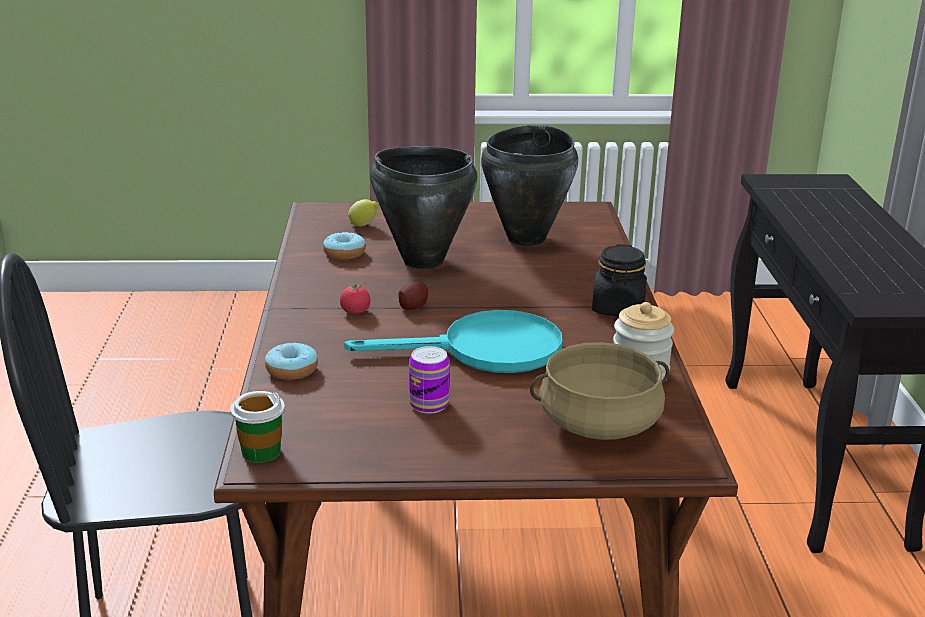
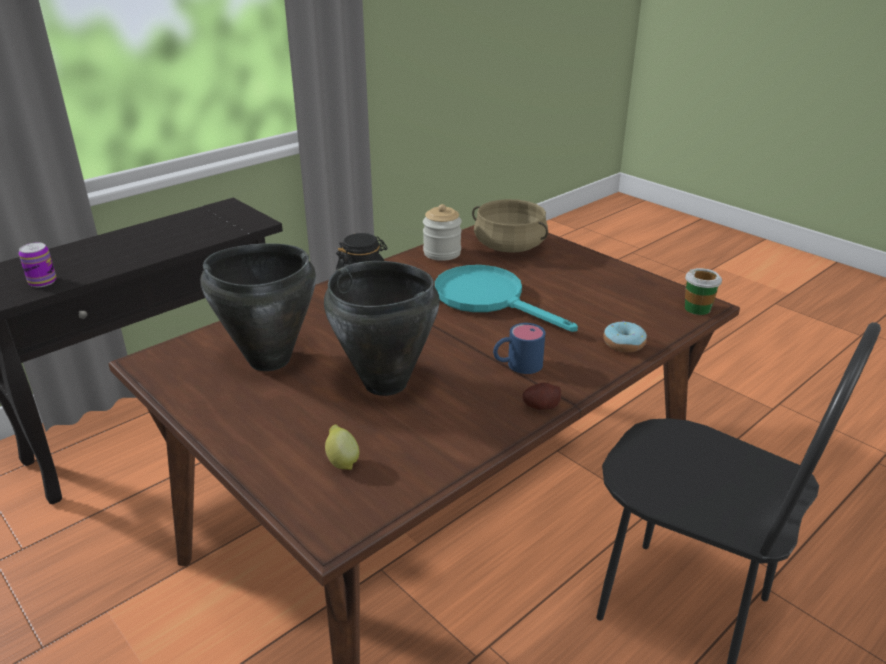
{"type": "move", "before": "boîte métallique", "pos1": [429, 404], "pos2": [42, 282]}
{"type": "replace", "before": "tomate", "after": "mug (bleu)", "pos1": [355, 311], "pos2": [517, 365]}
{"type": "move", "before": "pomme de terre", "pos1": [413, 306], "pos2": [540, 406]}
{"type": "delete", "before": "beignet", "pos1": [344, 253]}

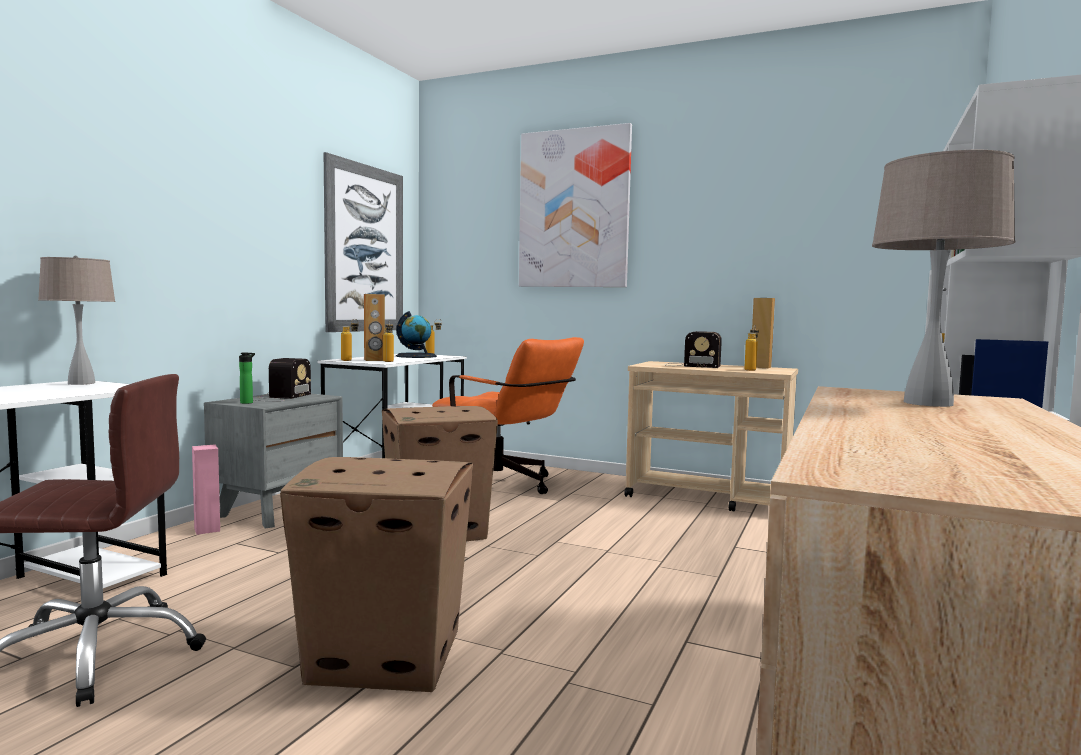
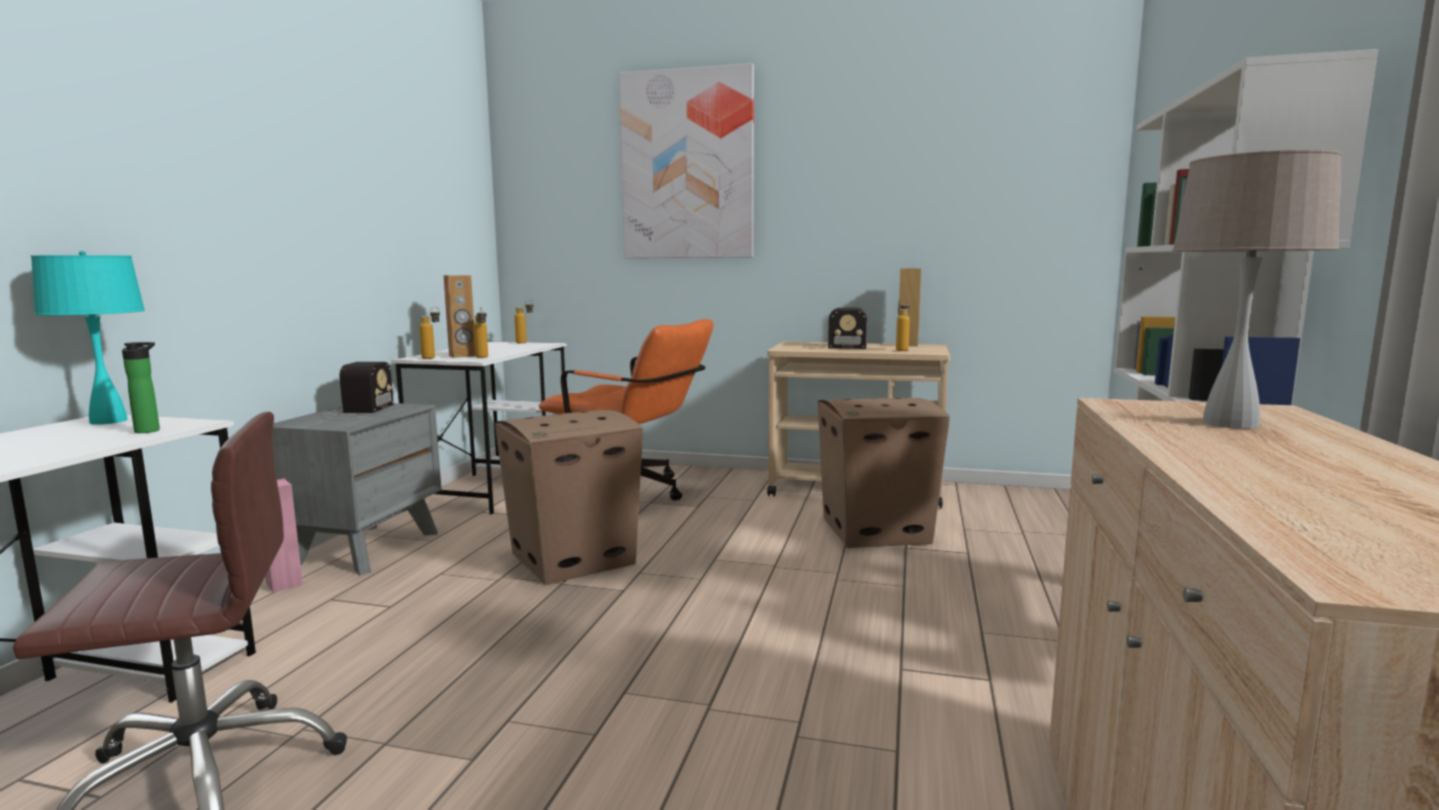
{"type": "recolor", "before": "lampe de table (beige)", "after": "lampe de table (turquoise)", "pos1": [81, 383], "pos2": [108, 421]}
{"type": "move", "before": "bouteille", "pos1": [247, 402], "pos2": [150, 430]}
{"type": "move", "before": "carton", "pos1": [388, 655], "pos2": [877, 531]}
{"type": "delete", "before": "tableau", "pos1": [365, 249]}
{"type": "delete", "before": "globe", "pos1": [416, 356]}

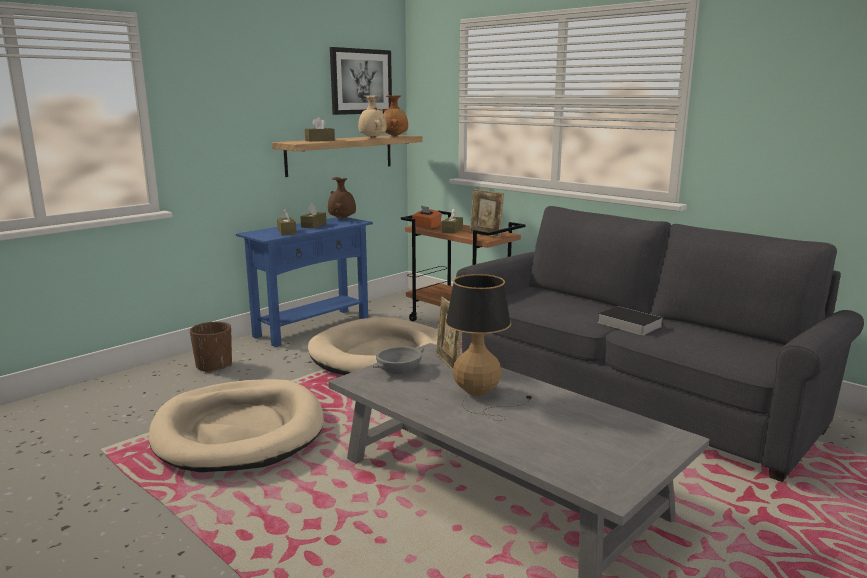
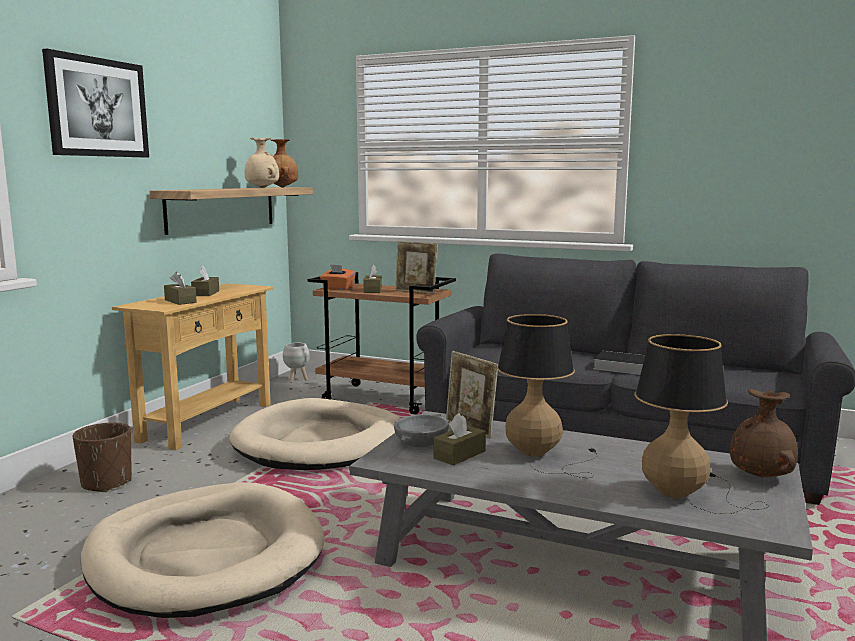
{"type": "move", "before": "tableau", "pos1": [361, 81], "pos2": [97, 107]}
{"type": "recolor", "before": "table console (bleu)", "after": "table console (beige)", "pos1": [312, 327], "pos2": [207, 422]}
{"type": "insert", "after": "cache-pot (blanc)", "pos2": [297, 380]}
{"type": "move", "before": "boîte à mouchoirs (marron)", "pos1": [320, 140], "pos2": [459, 455]}
{"type": "insert", "after": "lampe de table", "pos2": [685, 494]}
{"type": "move", "before": "vase (marron)", "pos1": [342, 218], "pos2": [761, 476]}

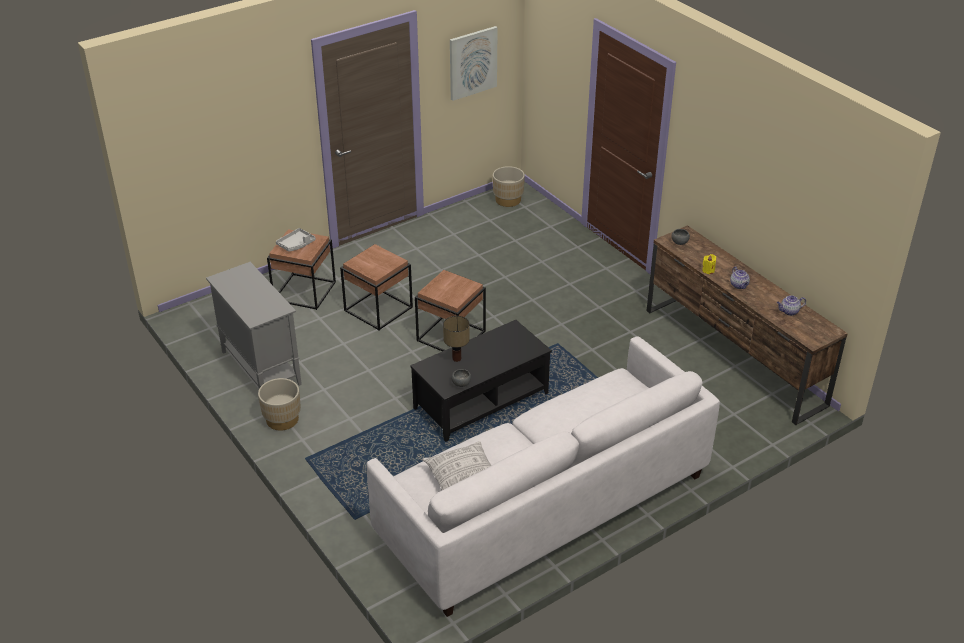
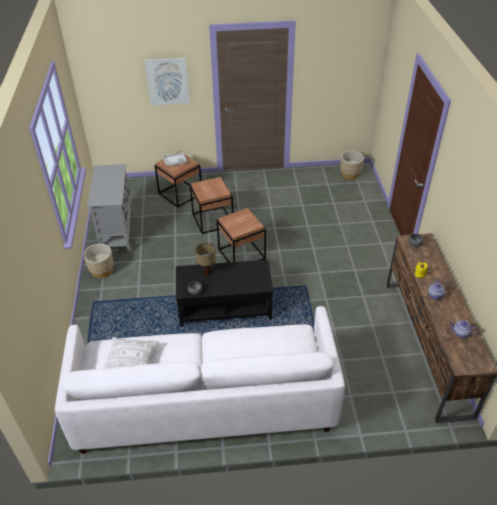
{"type": "move", "before": "tableau", "pos1": [472, 62], "pos2": [167, 81]}

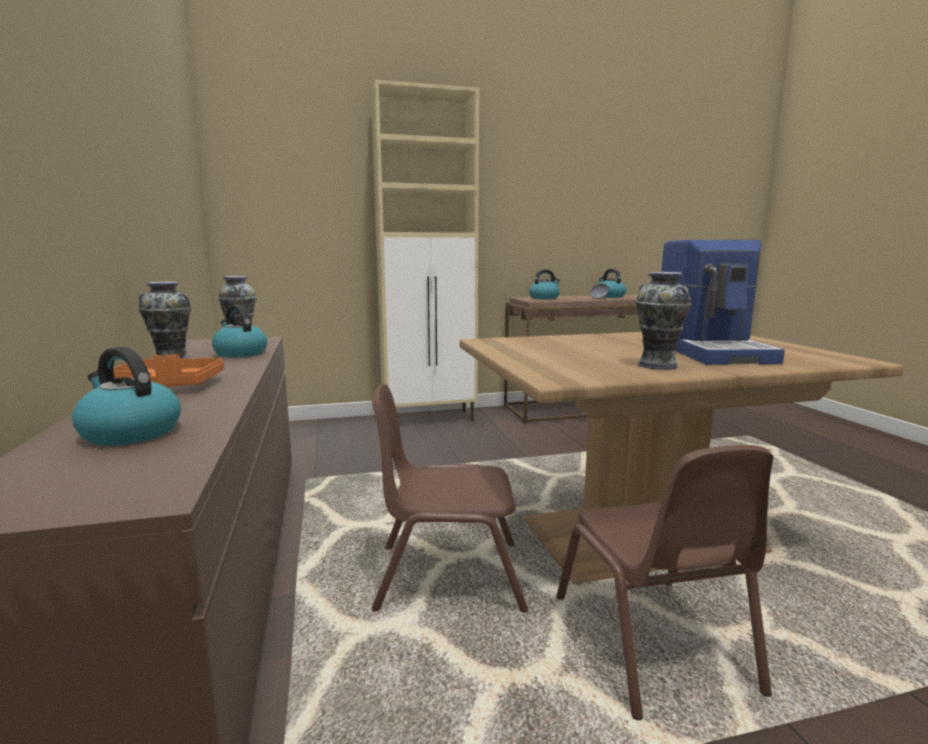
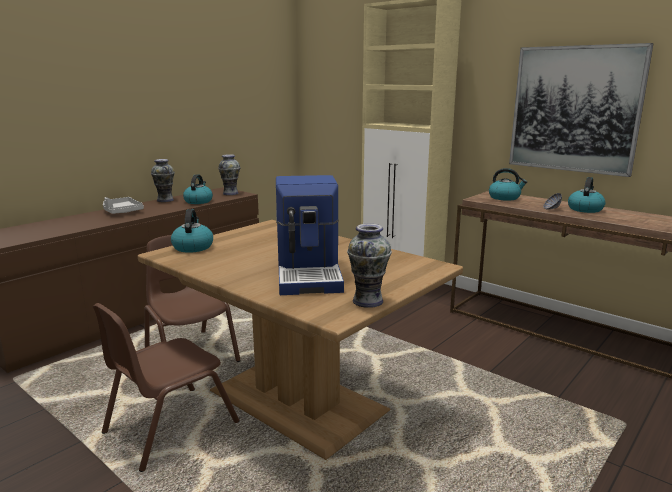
{"type": "recolor", "before": "plateau (orange)", "after": "plateau (gris)", "pos1": [168, 386], "pos2": [121, 211]}
{"type": "move", "before": "bouilloire", "pos1": [129, 433], "pos2": [192, 247]}
{"type": "rotate", "before": "machine à café", "pos1": [713, 351], "pos2": [310, 274], "turn": -60}
{"type": "move", "before": "vase", "pos1": [657, 365], "pos2": [367, 301]}
{"type": "insert", "after": "tableau", "pos2": [575, 109]}

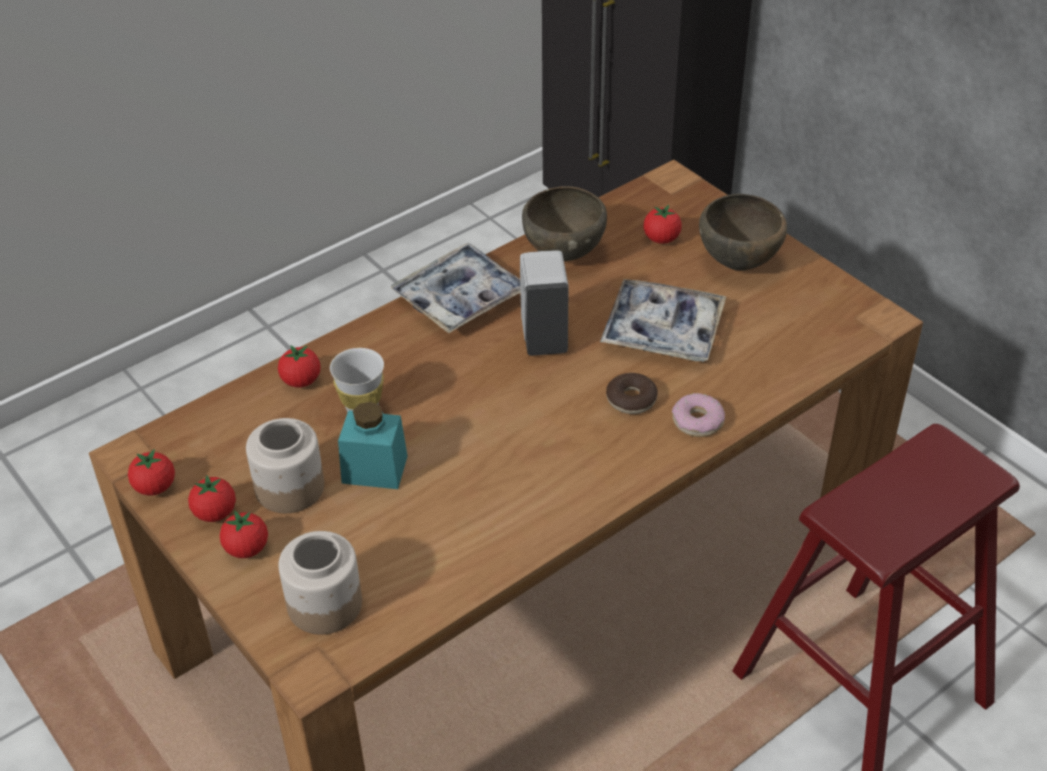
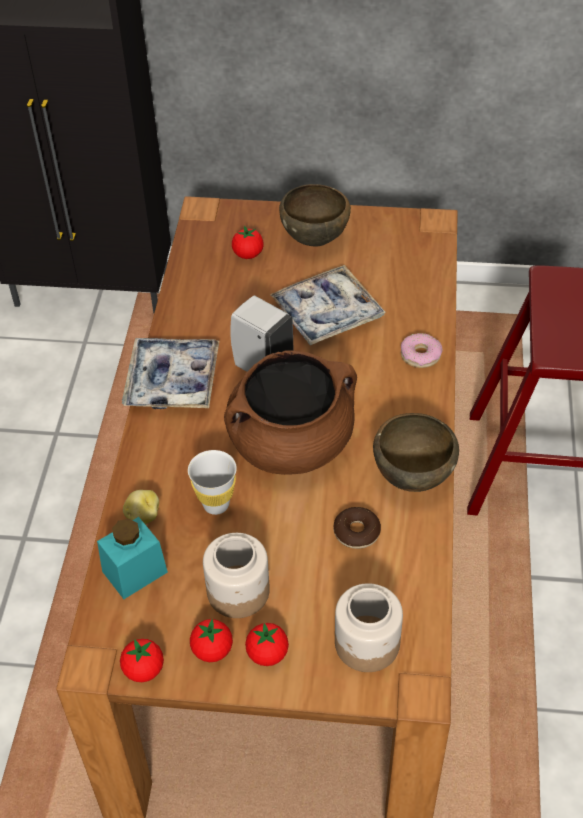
{"type": "move", "before": "bocal (turquoise)", "pos1": [374, 469], "pos2": [135, 572]}
{"type": "replace", "before": "tomate", "after": "pomme de terre", "pos1": [301, 381], "pos2": [143, 516]}
{"type": "insert", "after": "marmite (marron)", "pos2": [291, 443]}
{"type": "move", "before": "beignet", "pos1": [631, 399], "pos2": [356, 532]}
{"type": "move", "before": "bol (marron)", "pos1": [564, 254], "pos2": [411, 478]}

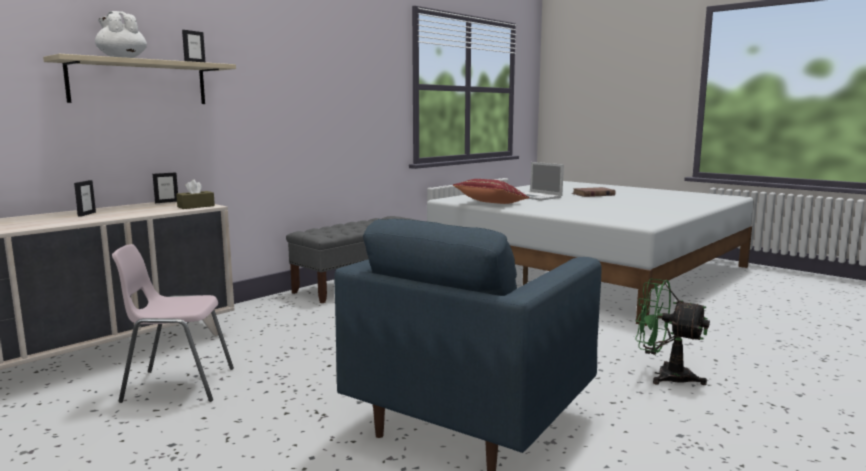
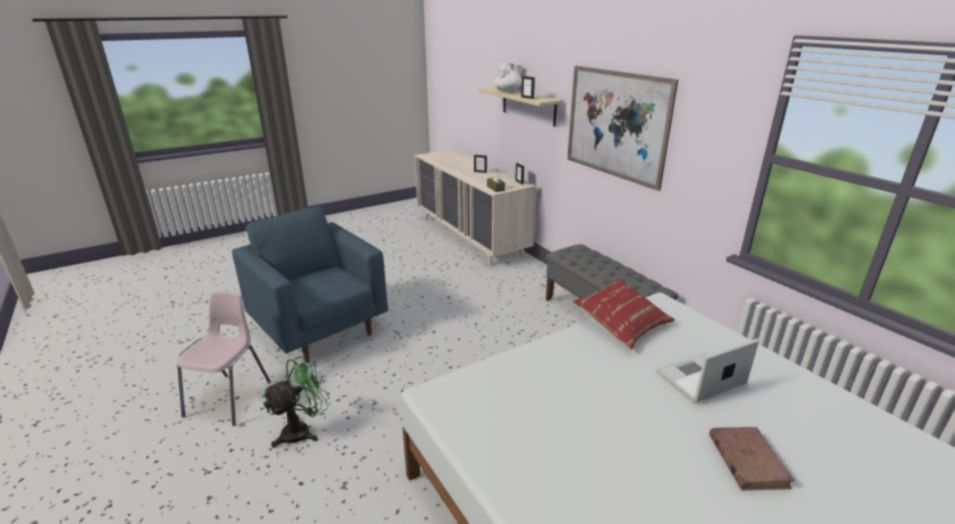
{"type": "move", "before": "chaise (rose)", "pos1": [178, 385], "pos2": [230, 398]}
{"type": "insert", "after": "tableau", "pos2": [616, 124]}

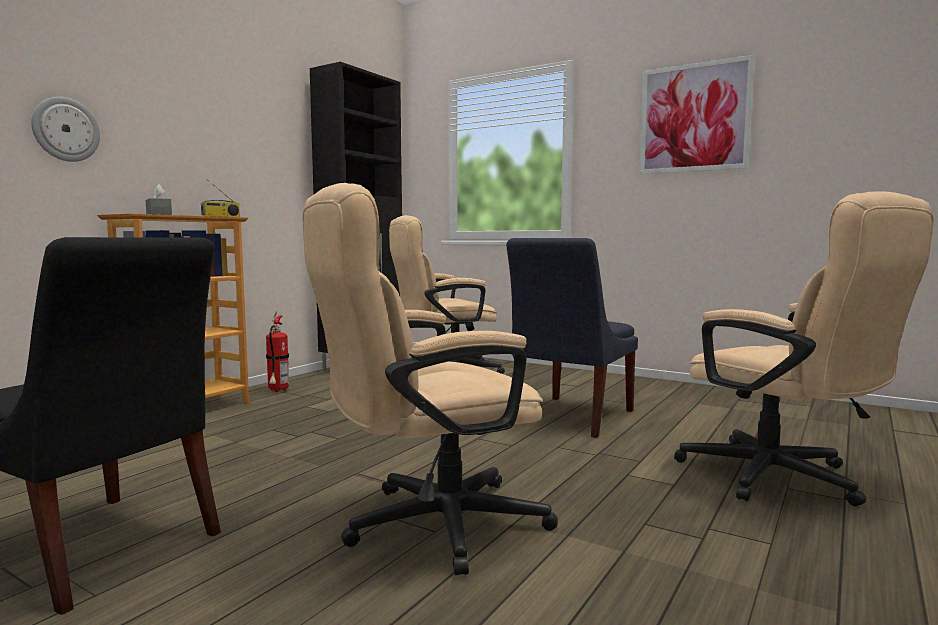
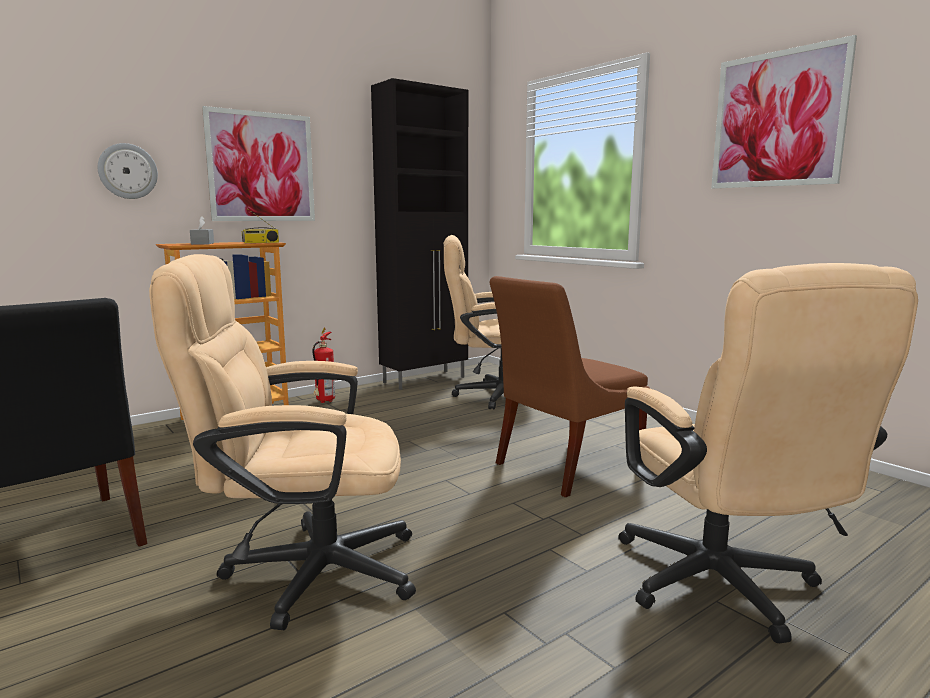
{"type": "insert", "after": "tableau", "pos2": [261, 167]}
{"type": "recolor", "before": "chaise (bleu)", "after": "chaise (marron)", "pos1": [568, 417], "pos2": [563, 467]}

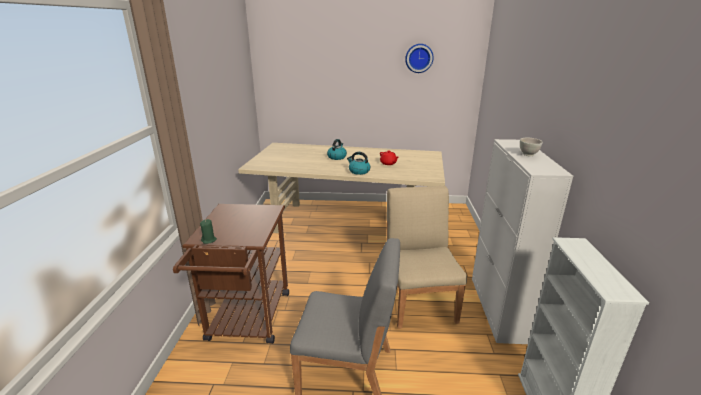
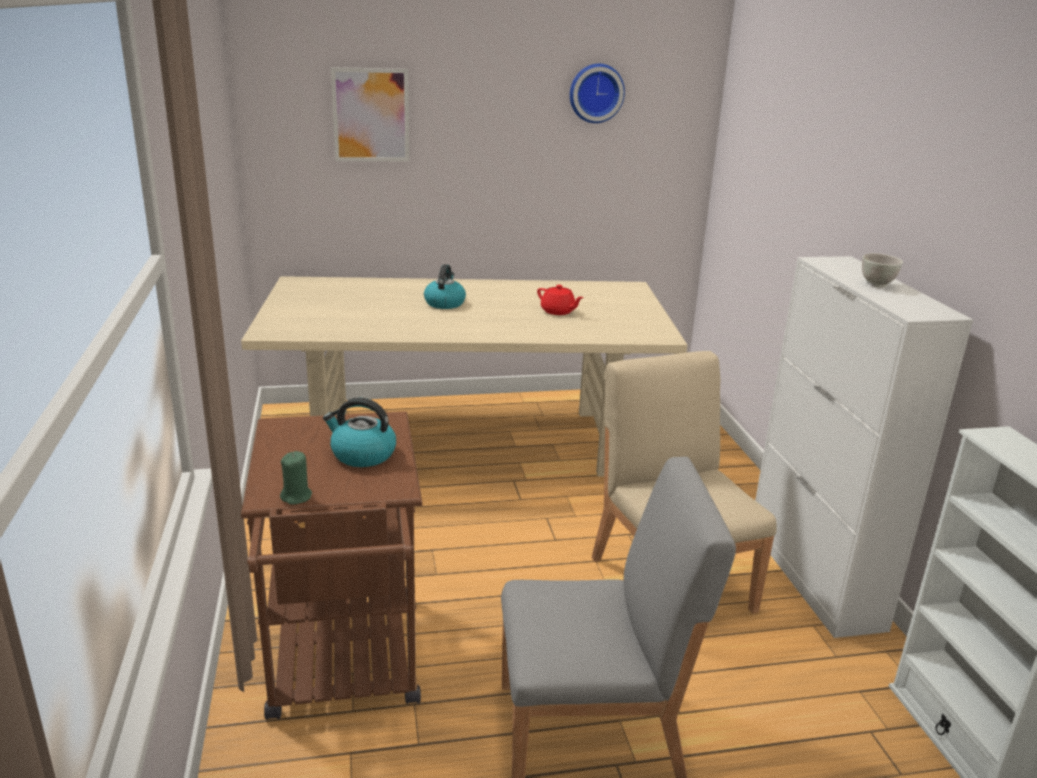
{"type": "move", "before": "bouilloire", "pos1": [358, 171], "pos2": [362, 454]}
{"type": "insert", "after": "tableau", "pos2": [371, 115]}

